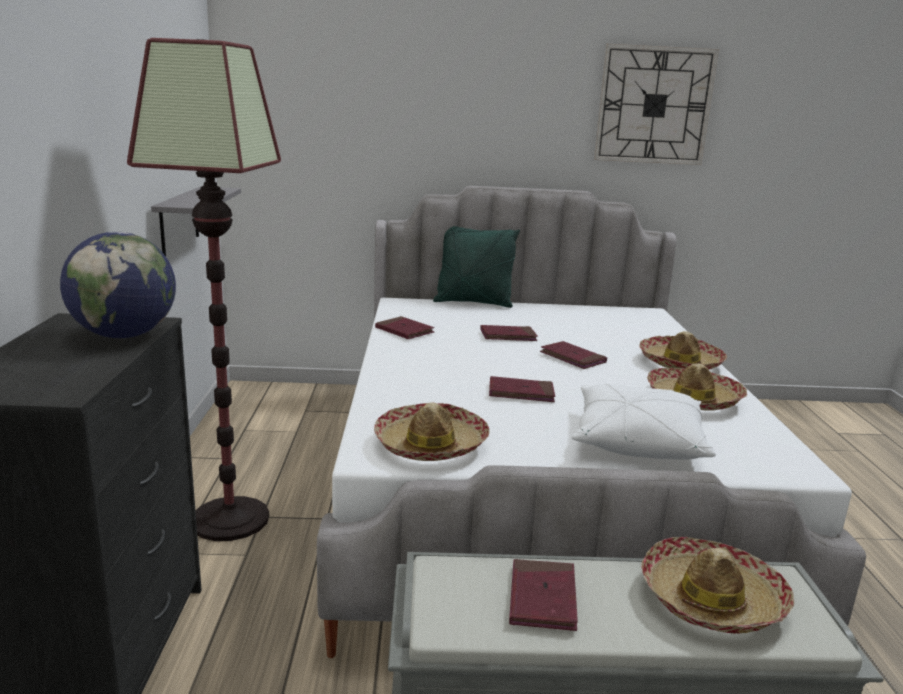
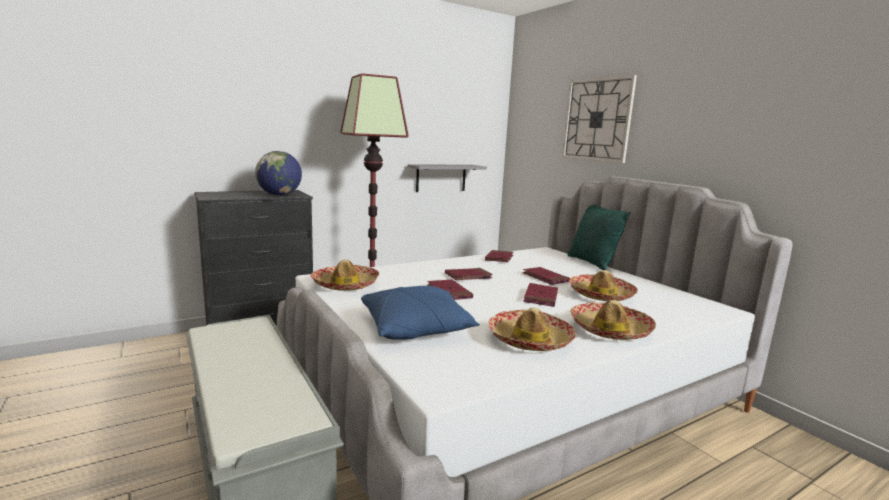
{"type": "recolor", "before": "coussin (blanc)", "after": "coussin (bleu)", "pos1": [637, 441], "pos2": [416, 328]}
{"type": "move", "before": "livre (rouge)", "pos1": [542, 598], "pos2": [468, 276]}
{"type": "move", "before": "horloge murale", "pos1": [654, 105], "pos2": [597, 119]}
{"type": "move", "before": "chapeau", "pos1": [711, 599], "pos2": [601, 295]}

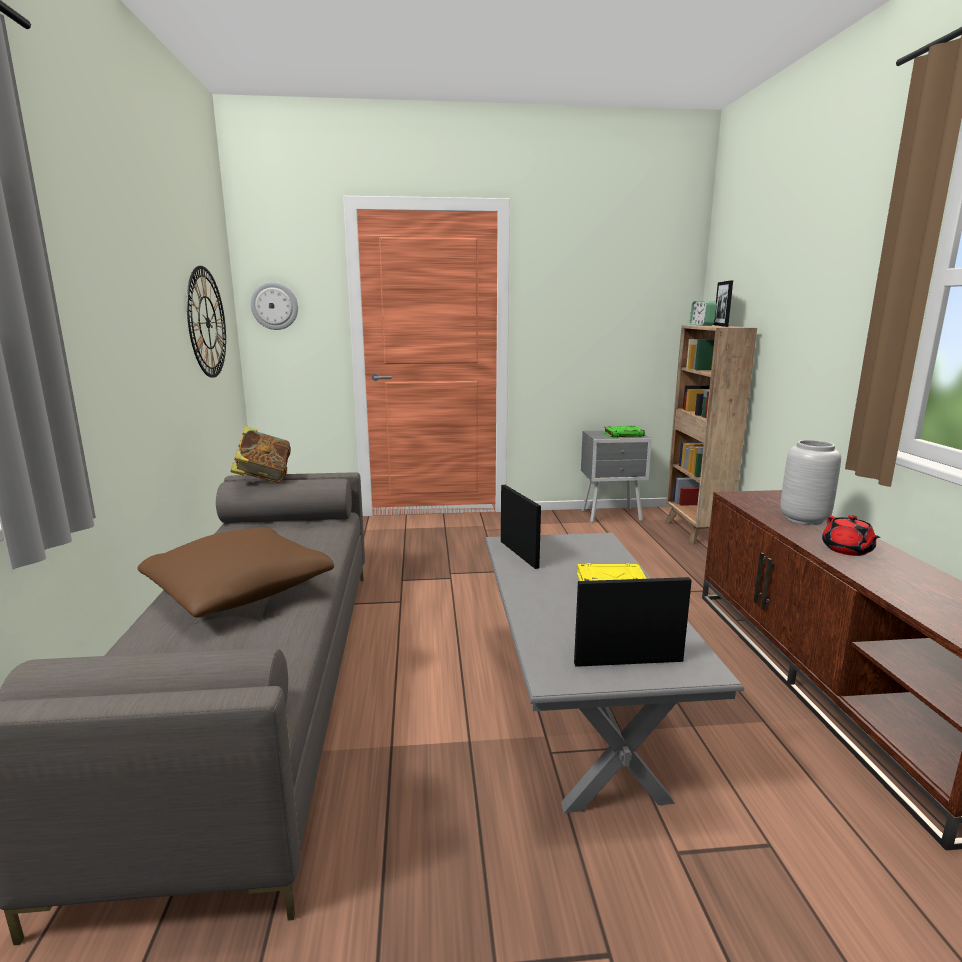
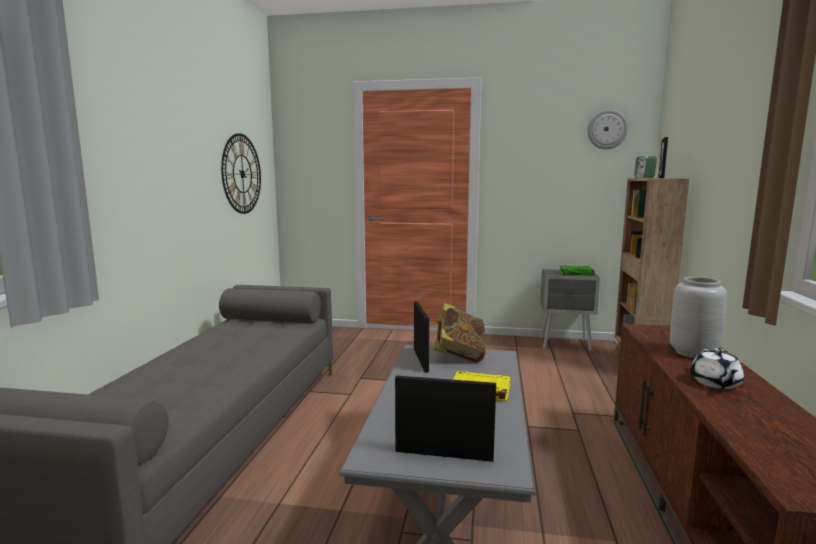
{"type": "move", "before": "livre", "pos1": [263, 478], "pos2": [459, 355]}
{"type": "move", "before": "horloge murale", "pos1": [274, 306], "pos2": [607, 129]}
{"type": "recolor", "before": "théière (rouge)", "after": "théière (blanc)", "pos1": [847, 550], "pos2": [715, 383]}
{"type": "delete", "before": "coussin (marron)", "pos1": [240, 591]}

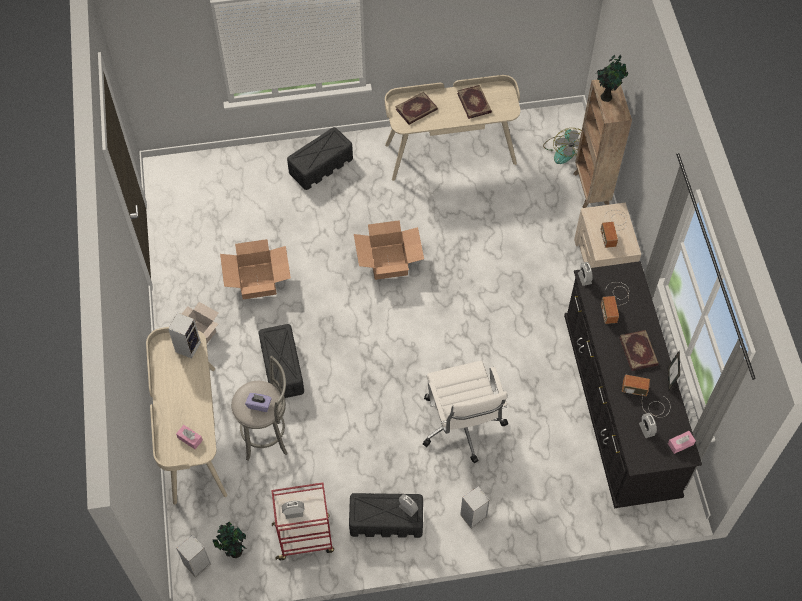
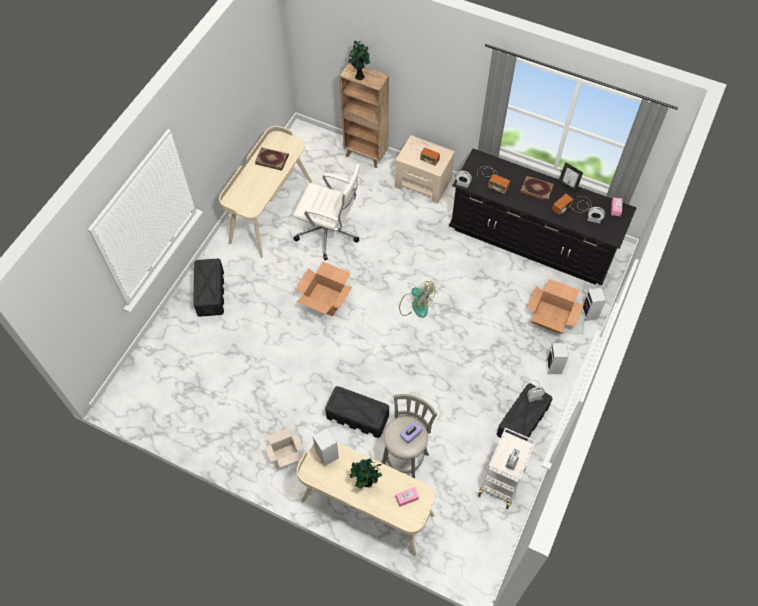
{"type": "move", "before": "chaise de bureau (blanc)", "pos1": [462, 426], "pos2": [329, 233]}
{"type": "move", "before": "plante en pot", "pos1": [234, 551], "pos2": [366, 482]}
{"type": "move", "before": "ventilateur", "pos1": [563, 150], "pos2": [415, 305]}
{"type": "recolor", "before": "chariot (rouge)", "after": "chariot (blanc)", "pos1": [305, 538], "pos2": [502, 480]}
{"type": "move", "before": "carton", "pos1": [258, 280], "pos2": [551, 316]}
{"type": "move", "before": "enceinte", "pos1": [197, 565], "pos2": [589, 314]}
{"type": "delete", "before": "livre", "pos1": [416, 110]}

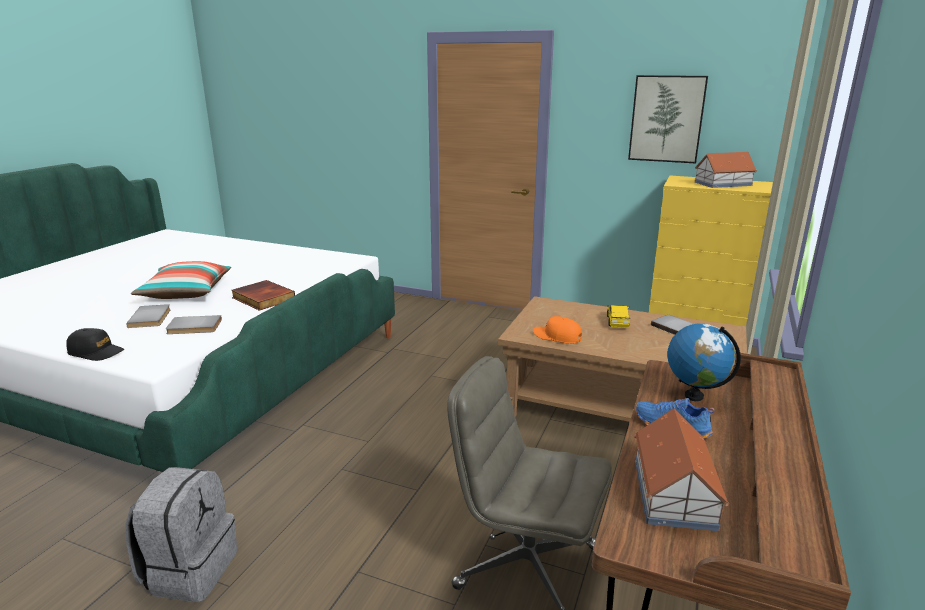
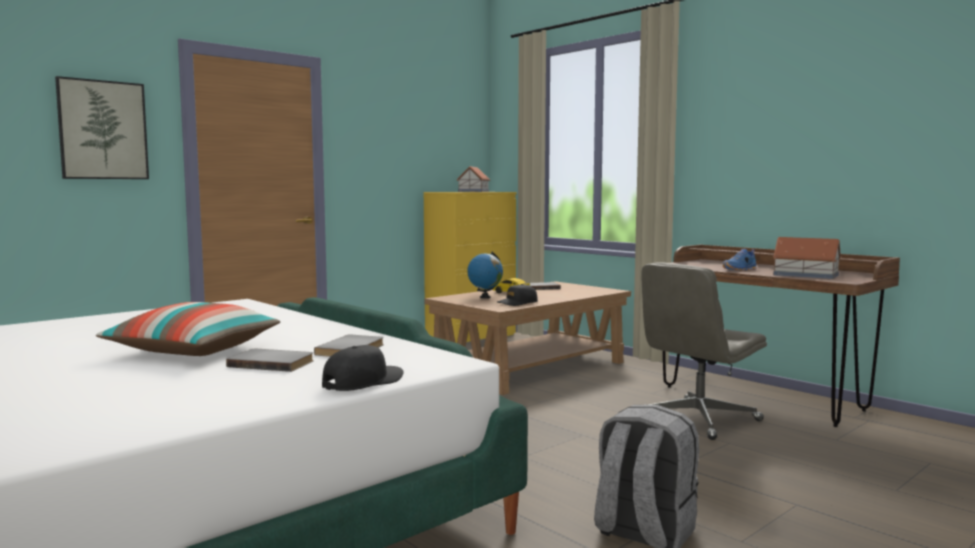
{"type": "move", "before": "tableau", "pos1": [666, 119], "pos2": [103, 130]}
{"type": "move", "before": "globe", "pos1": [694, 396], "pos2": [485, 297]}
{"type": "recolor", "before": "casquette (orange)", "after": "casquette (noir)", "pos1": [557, 336], "pos2": [517, 303]}
{"type": "delete", "before": "livre", "pos1": [262, 298]}

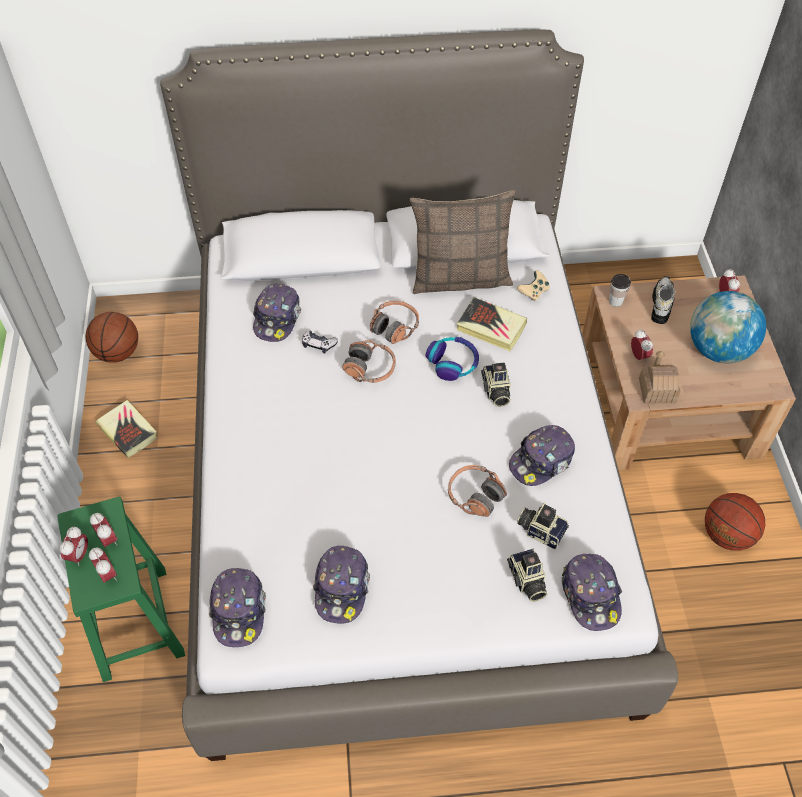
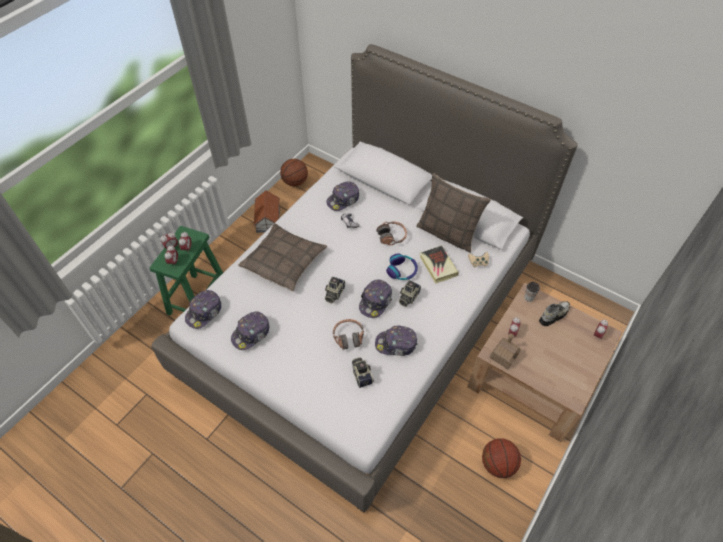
{"type": "insert", "after": "coussin", "pos2": [284, 261]}
{"type": "replace", "before": "livre", "after": "maison miniature", "pos1": [128, 431], "pos2": [268, 218]}
{"type": "move", "before": "appareil photo", "pos1": [526, 581], "pos2": [334, 293]}
{"type": "move", "before": "casquette", "pos1": [591, 595], "pos2": [375, 301]}
{"type": "delete", "before": "casque audio", "pos1": [370, 368]}
{"type": "delete", "before": "globe", "pos1": [718, 350]}

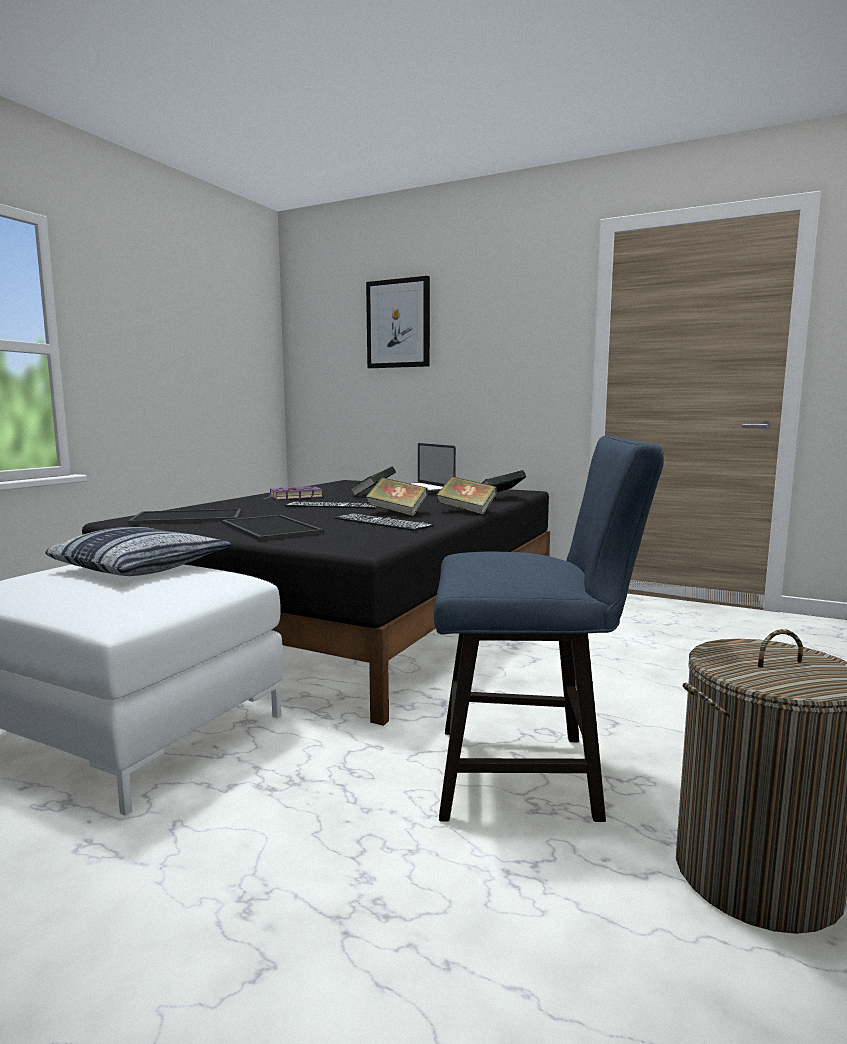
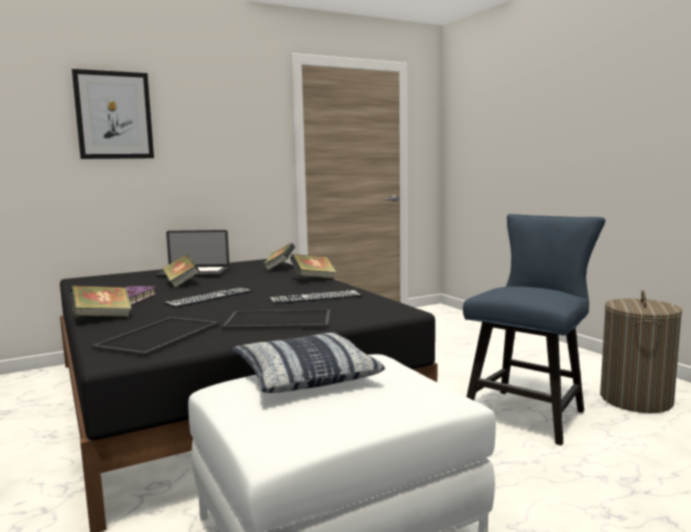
{"type": "move", "before": "livre", "pos1": [397, 513], "pos2": [102, 318]}

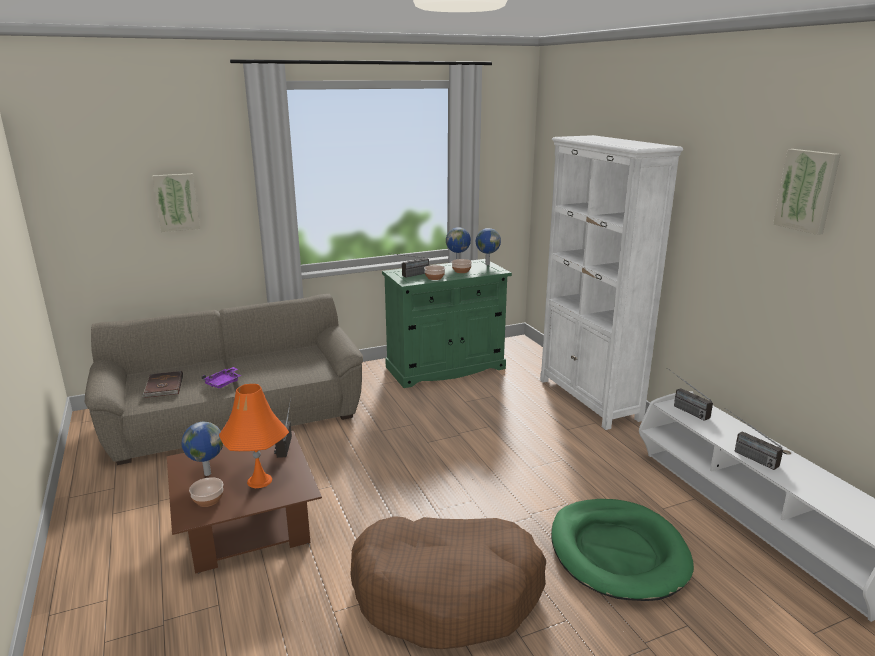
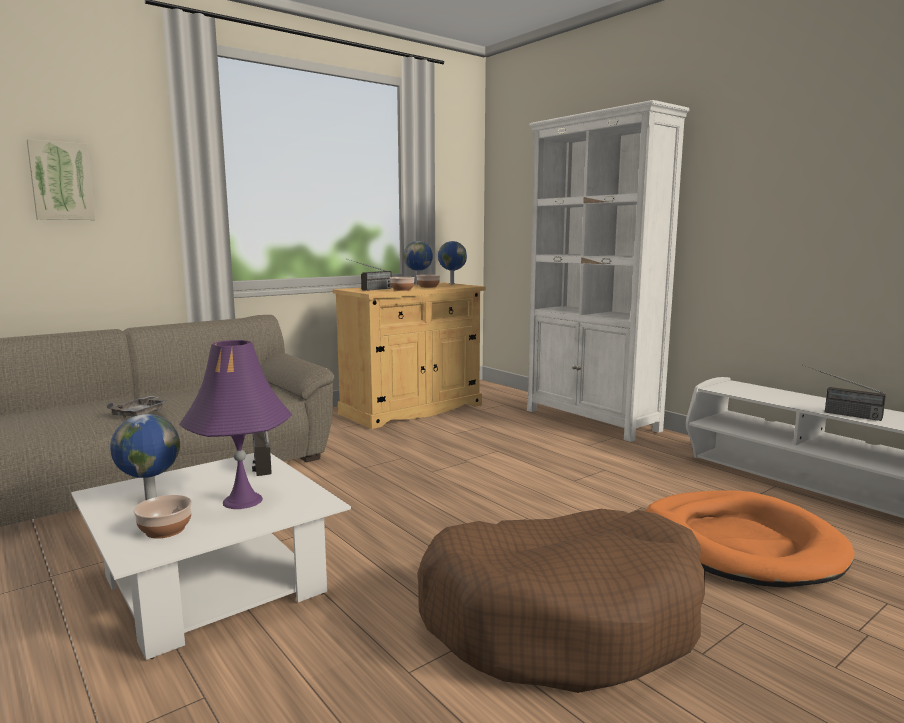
{"type": "recolor", "before": "table basse (marron)", "after": "table basse (blanc)", "pos1": [246, 525], "pos2": [214, 585]}
{"type": "recolor", "before": "plateau (violet)", "after": "plateau (gris)", "pos1": [223, 383], "pos2": [140, 413]}
{"type": "recolor", "before": "lampe de table (orange)", "after": "lampe de table (violet)", "pos1": [259, 480], "pos2": [242, 500]}
{"type": "recolor", "before": "meuble de rangement (vert)", "after": "meuble de rangement (beige)", "pos1": [445, 368], "pos2": [412, 409]}
{"type": "recolor", "before": "panier pour chien (vert)", "after": "panier pour chien (orange)", "pos1": [618, 552], "pos2": [740, 544]}
{"type": "delete", "before": "livre (marron)", "pos1": [163, 386]}
{"type": "delete", "before": "radio", "pos1": [682, 408]}
{"type": "delete", "before": "tableau", "pos1": [807, 190]}

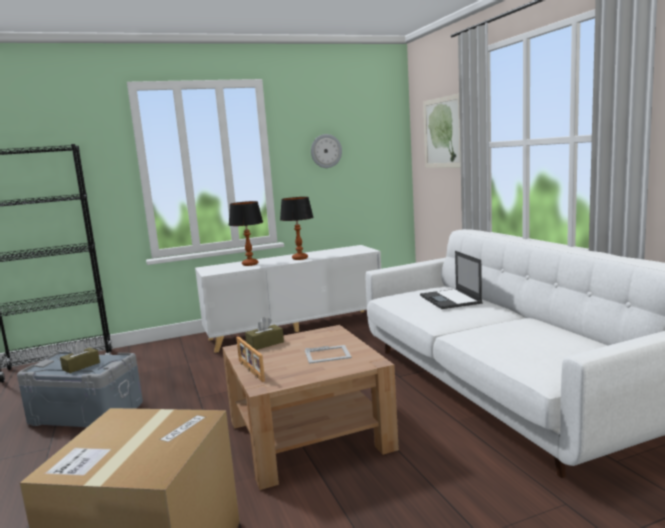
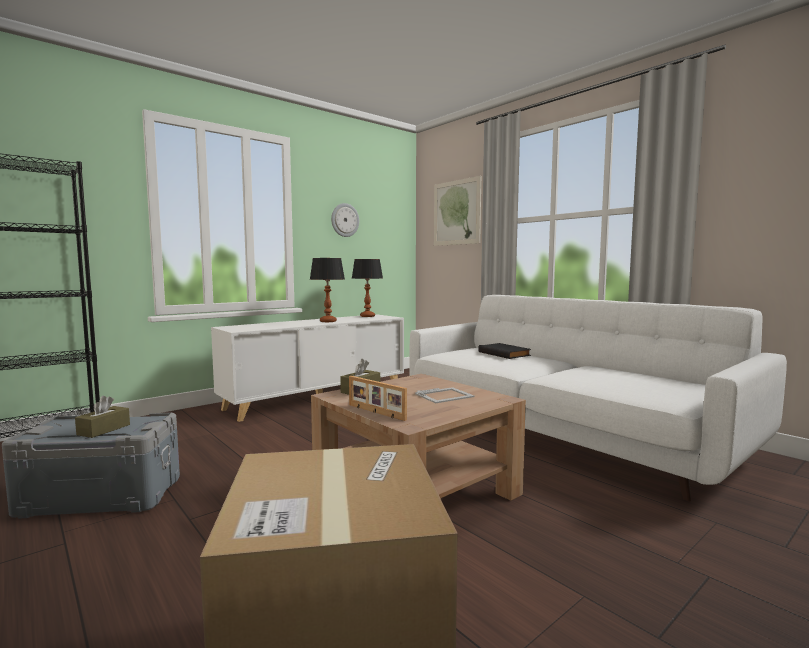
{"type": "move", "before": "lampe de table", "pos1": [250, 264], "pos2": [367, 316]}
{"type": "replace", "before": "ordinateur portable", "after": "livre (noir)", "pos1": [450, 299], "pos2": [505, 354]}

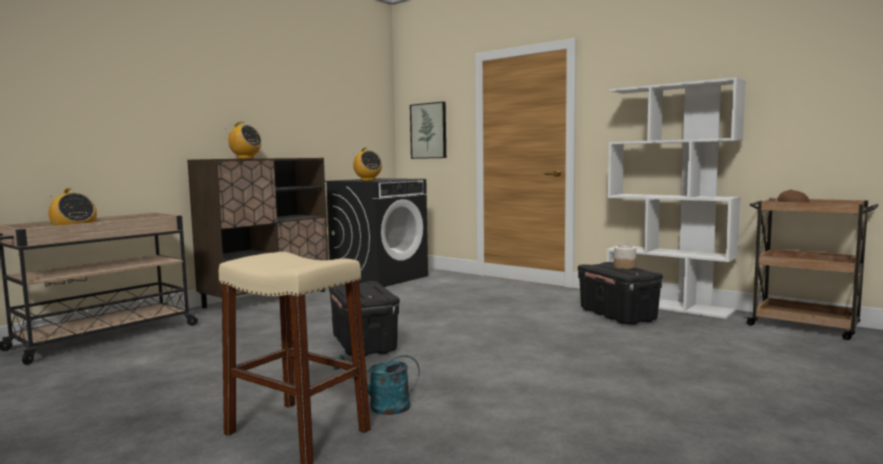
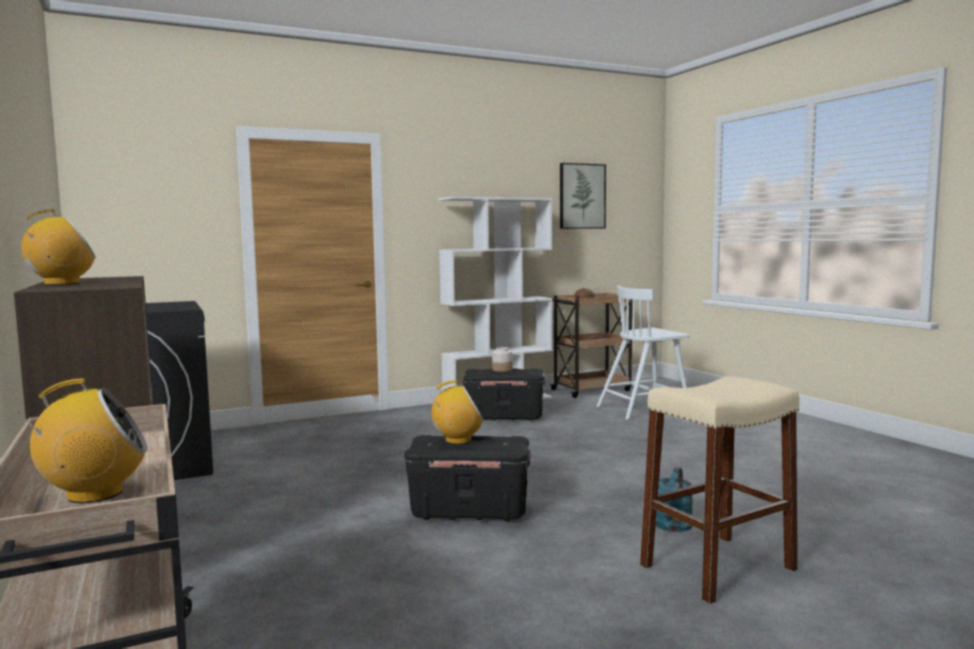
{"type": "move", "before": "radio", "pos1": [367, 180], "pos2": [457, 440]}
{"type": "move", "before": "tableau", "pos1": [429, 131], "pos2": [582, 196]}
{"type": "insert", "after": "chaise (blanc)", "pos2": [644, 409]}

